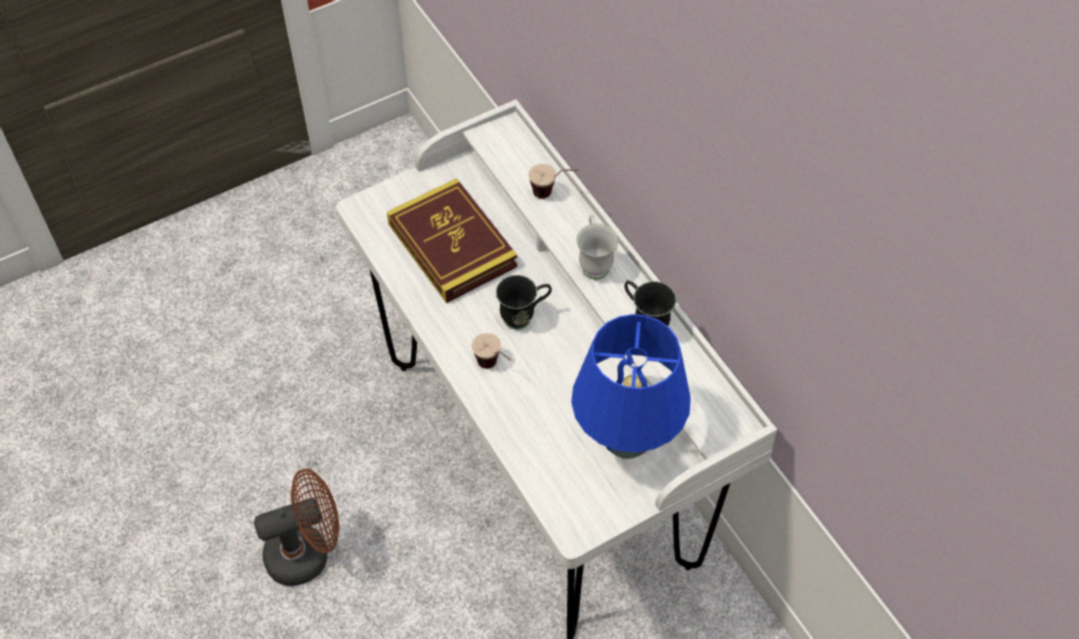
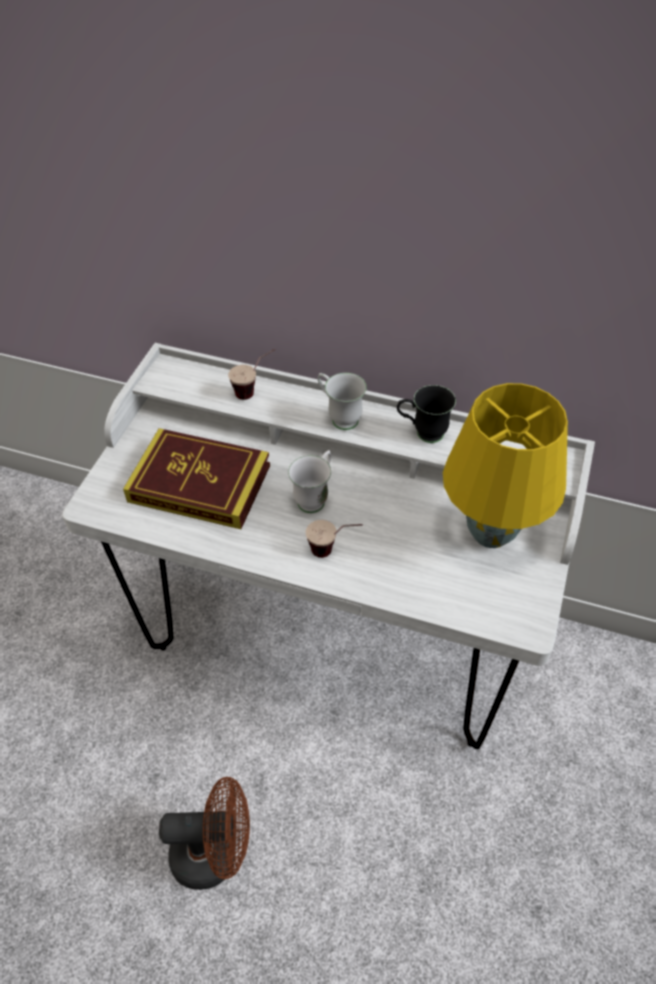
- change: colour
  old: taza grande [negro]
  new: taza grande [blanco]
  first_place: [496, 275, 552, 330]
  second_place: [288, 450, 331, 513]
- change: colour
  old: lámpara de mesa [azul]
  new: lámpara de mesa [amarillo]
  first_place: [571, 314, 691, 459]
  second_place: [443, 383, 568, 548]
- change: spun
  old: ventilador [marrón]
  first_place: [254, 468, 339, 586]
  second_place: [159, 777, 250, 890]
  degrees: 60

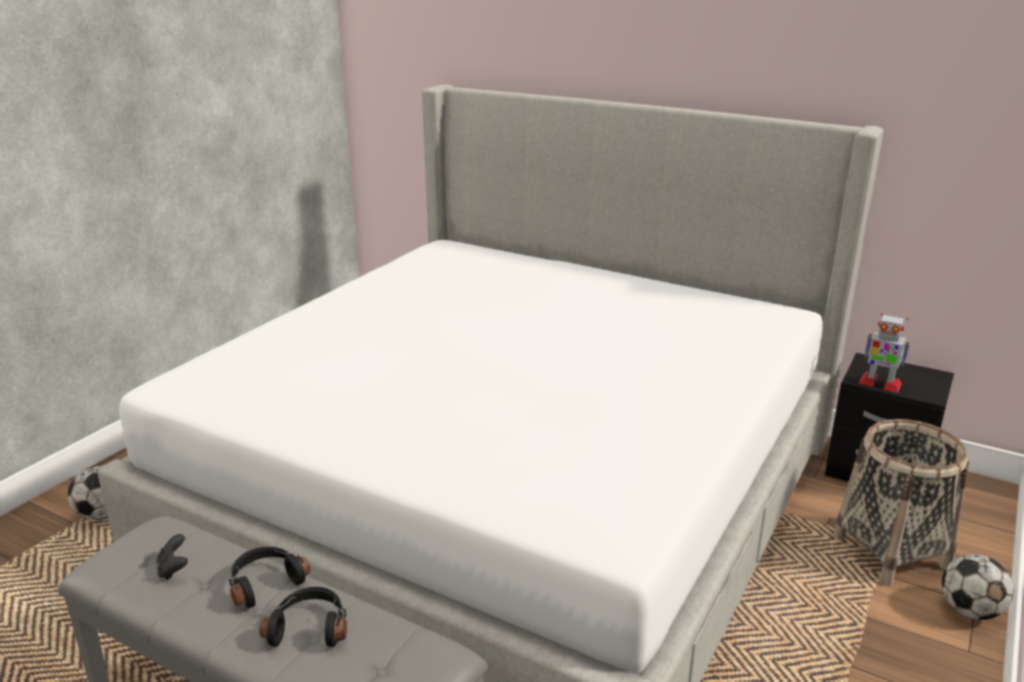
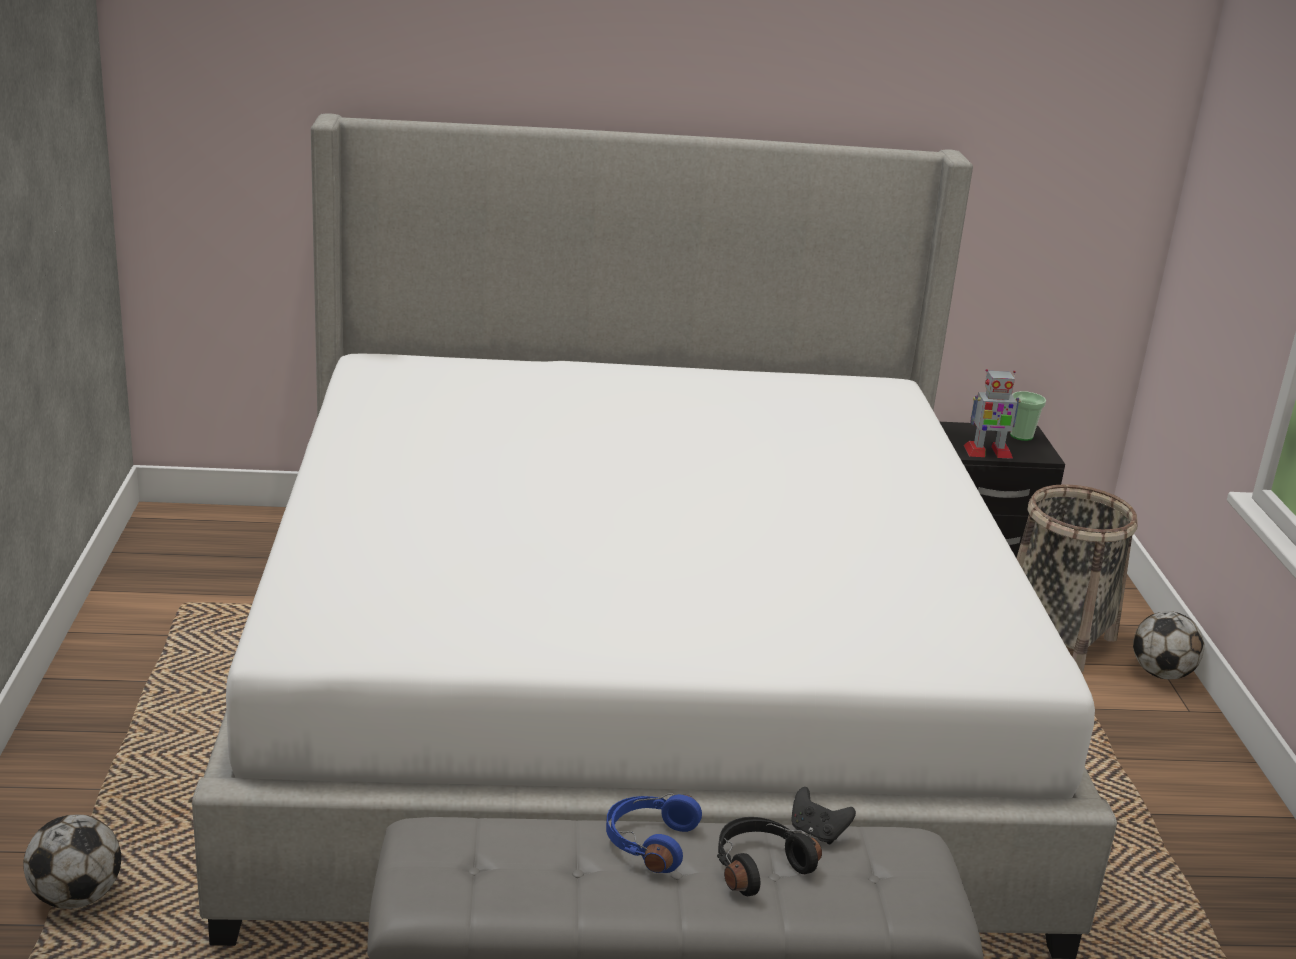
- change: appeared
  new: taza
  second_place: [1010, 391, 1046, 441]
- change: relocated
  old: mando de consola [negro]
  first_place: [157, 534, 188, 580]
  second_place: [791, 787, 856, 844]
- change: colour
  old: auriculares [negro]
  new: auriculares [azul]
  first_place: [229, 547, 310, 608]
  second_place: [606, 793, 702, 873]

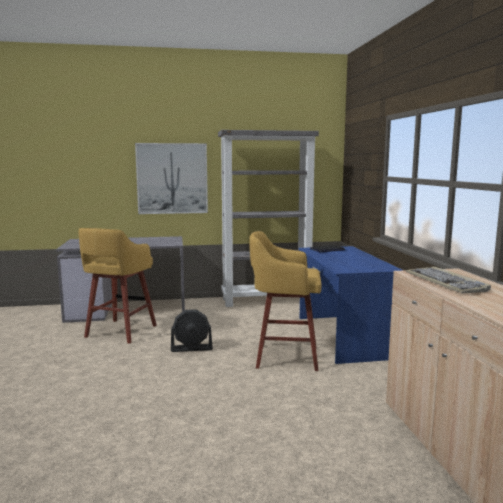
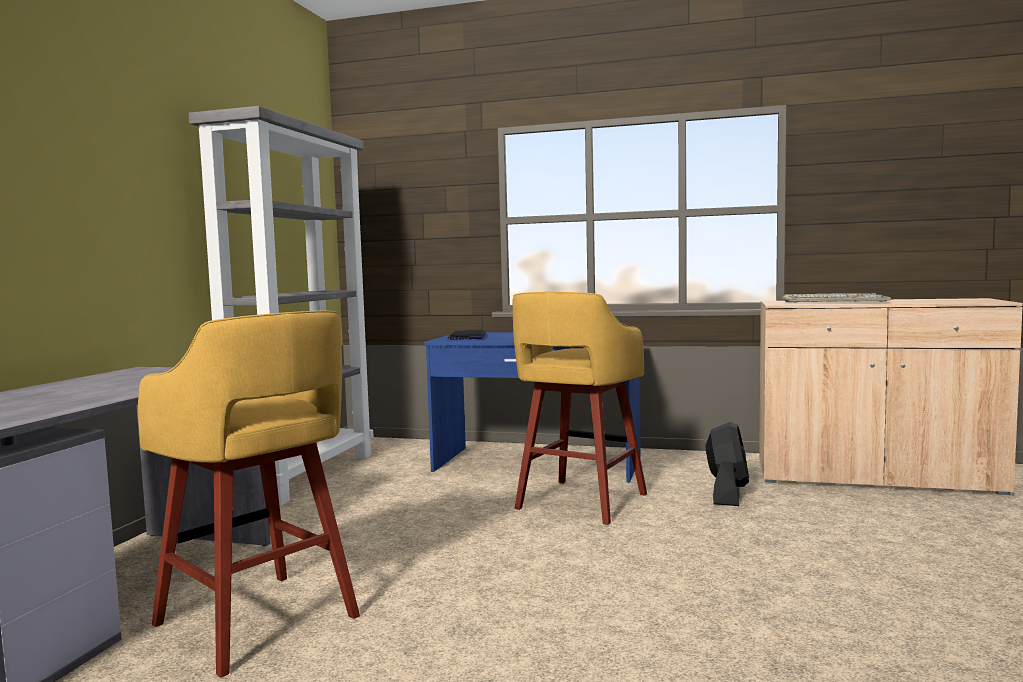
- change: missing
  old: cuadro
  first_place: [135, 143, 208, 214]
- change: relocated
  old: ventilador [negro]
  first_place: [171, 309, 213, 352]
  second_place: [705, 422, 749, 506]

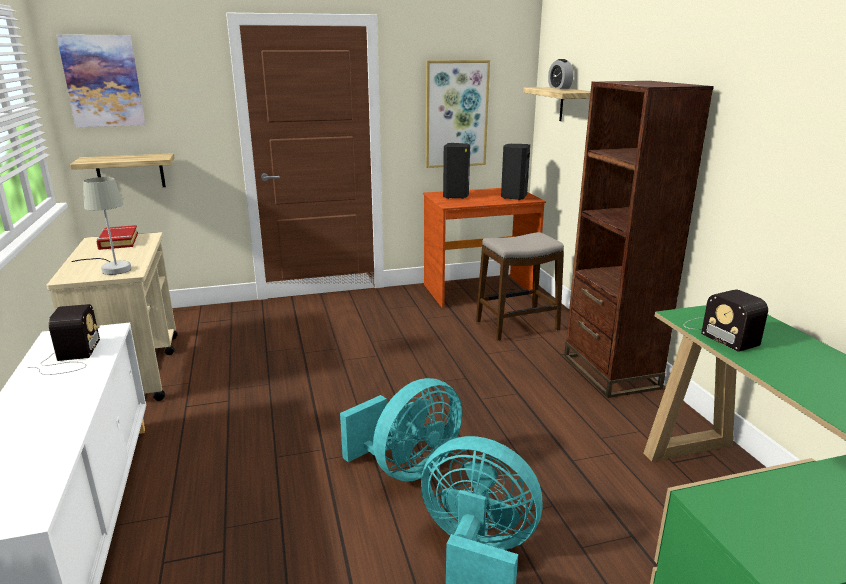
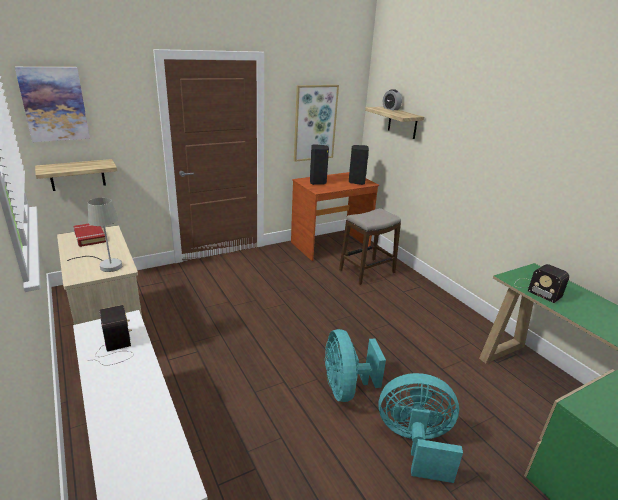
- change: missing
  old: estantería [marrón]
  first_place: [564, 81, 714, 398]
- change: spun
  old: ventilador [turquesa]
  first_place: [340, 378, 463, 482]
  second_place: [325, 329, 386, 402]
  degrees: 135

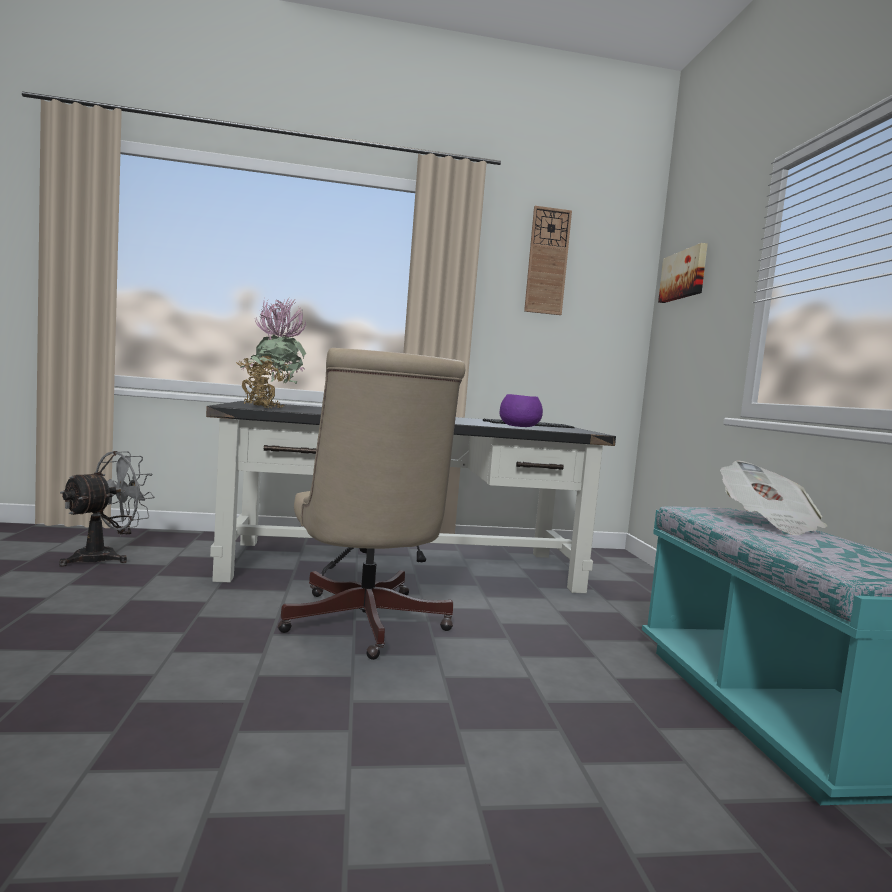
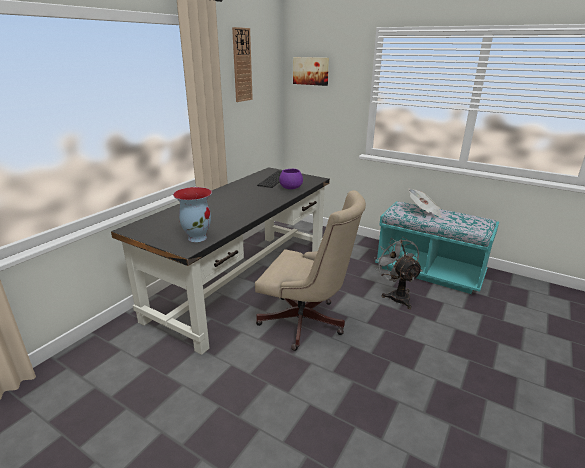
- change: relocated
  old: ventilador [gris]
  first_place: [59, 451, 155, 567]
  second_place: [374, 237, 423, 309]
- change: exchanged
  old: planta en maceta
  new: florero
  first_place: [236, 298, 306, 409]
  second_place: [173, 187, 212, 242]

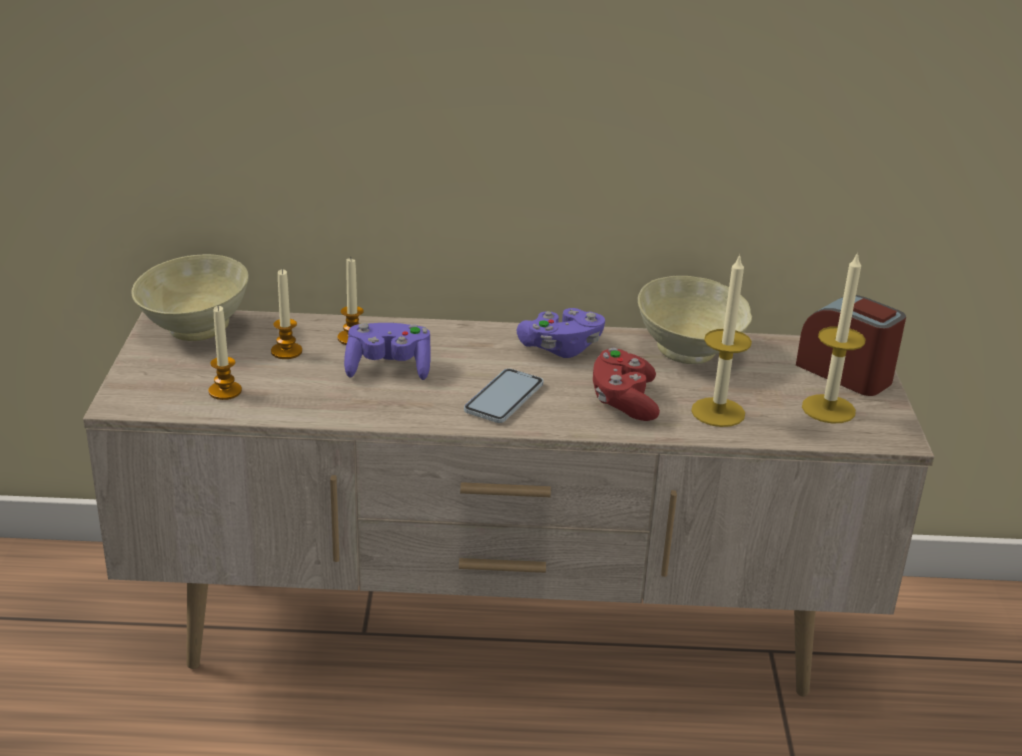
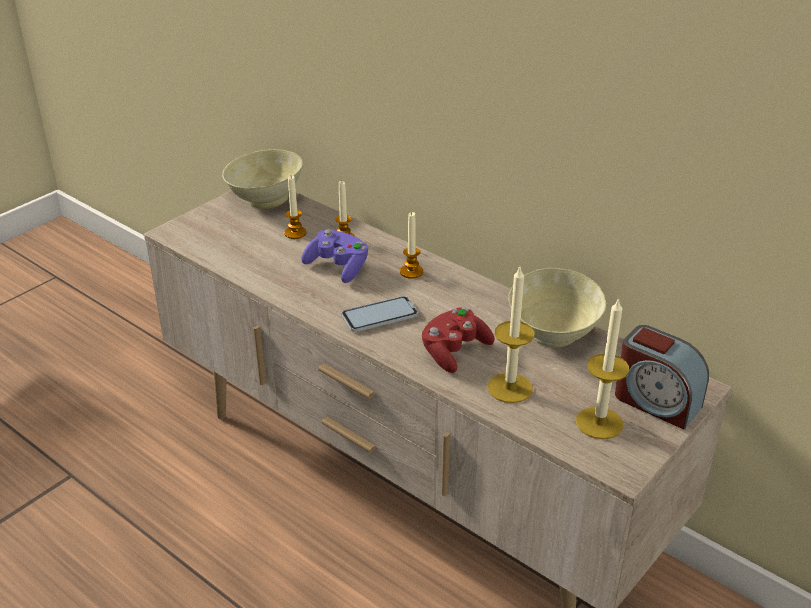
- change: missing
  old: mando de consola [morado]
  first_place: [517, 308, 605, 358]
- change: relocated
  old: vela
  first_place: [208, 306, 242, 400]
  second_place: [400, 212, 423, 279]
- change: spun
  old: despertador
  first_place: [796, 295, 906, 396]
  second_place: [615, 325, 709, 430]
  degrees: 135

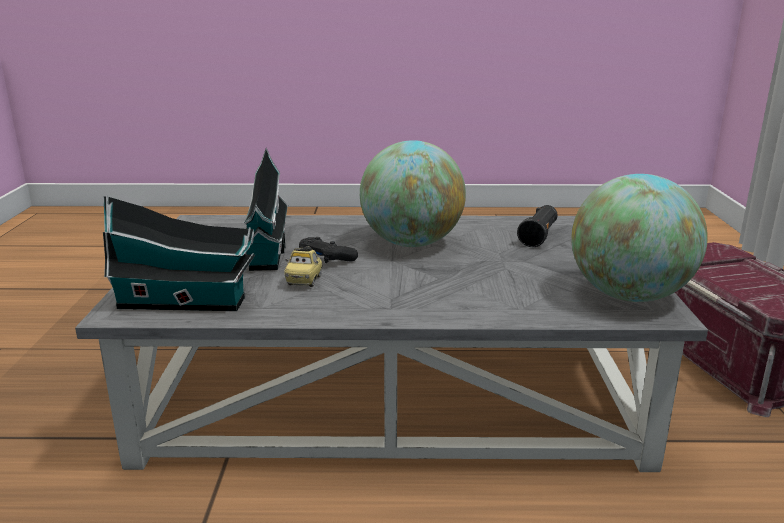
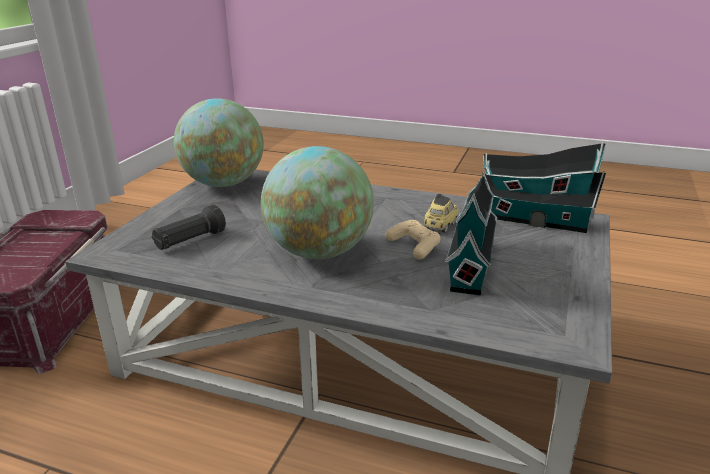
- change: colour
  old: mando de consola [negro]
  new: mando de consola [beis]
  first_place: [299, 237, 358, 263]
  second_place: [386, 220, 440, 260]

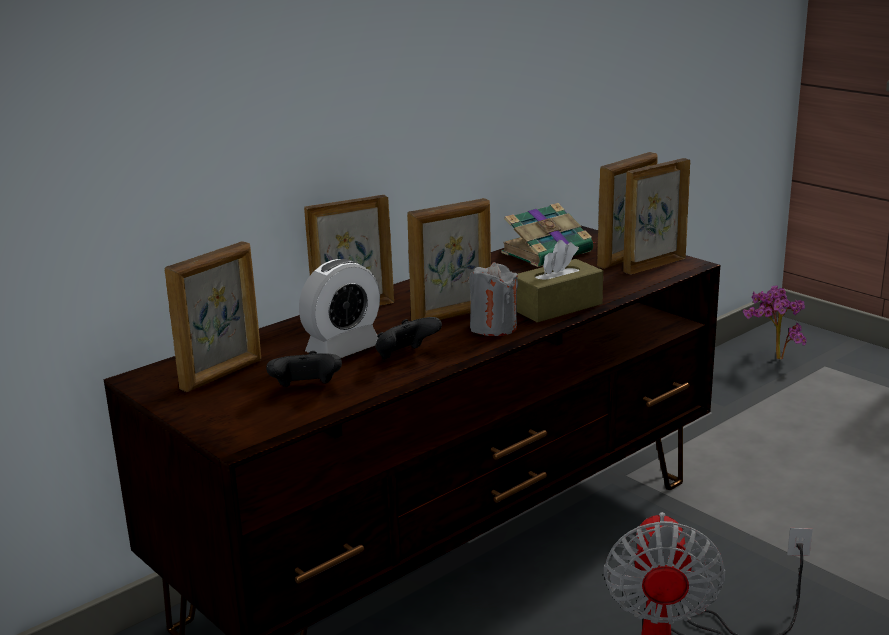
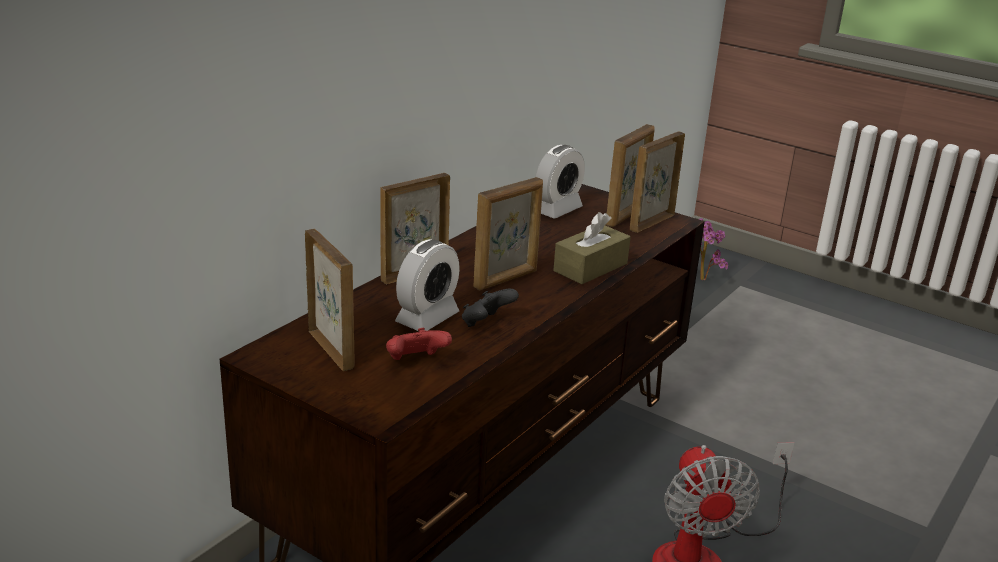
- change: missing
  old: vela [gris]
  first_place: [469, 262, 518, 336]
- change: exchanged
  old: libro
  new: despertador
  first_place: [501, 203, 596, 267]
  second_place: [536, 145, 585, 218]
- change: colour
  old: mando de consola [negro]
  new: mando de consola [rojo]
  first_place: [266, 351, 342, 387]
  second_place: [386, 328, 452, 360]
- change: spun
  old: portarretratos
  first_place: [165, 241, 261, 392]
  second_place: [305, 229, 355, 371]
  degrees: -60

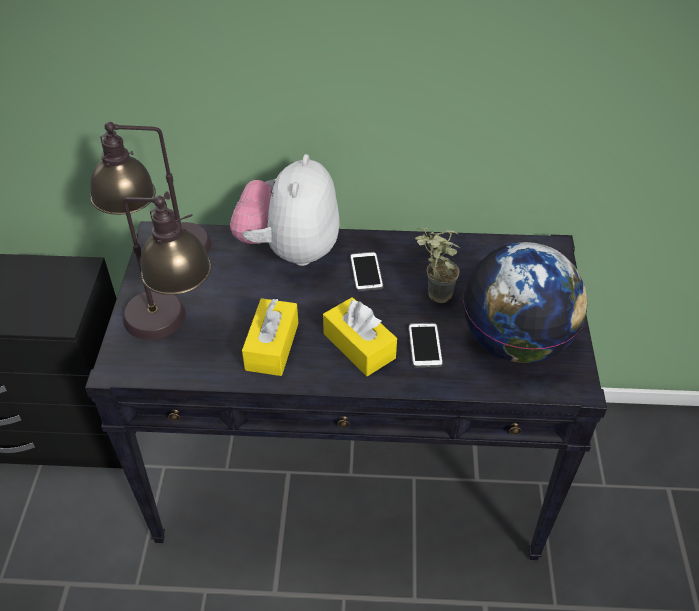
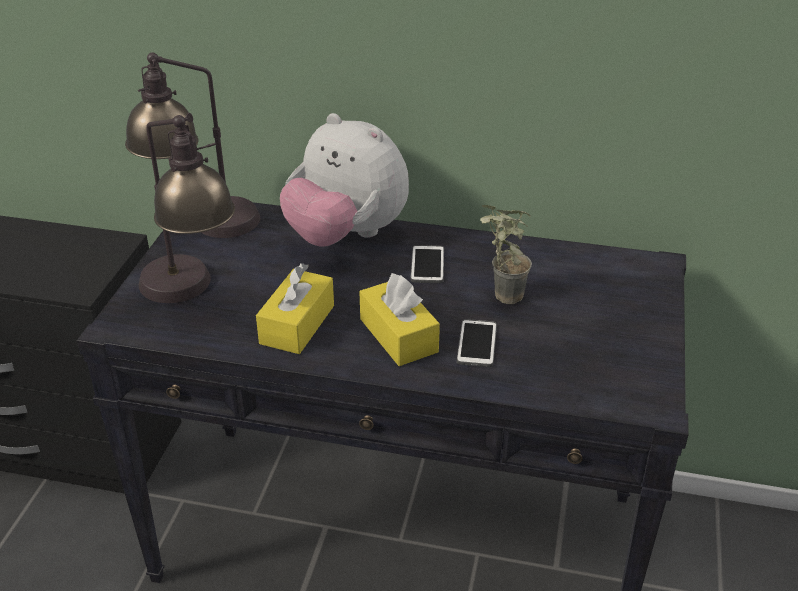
- change: missing
  old: globo terráqueo
  first_place: [463, 242, 587, 363]
- change: spun
  old: peluche
  first_place: [230, 154, 339, 266]
  second_place: [280, 113, 409, 247]
  degrees: -75

